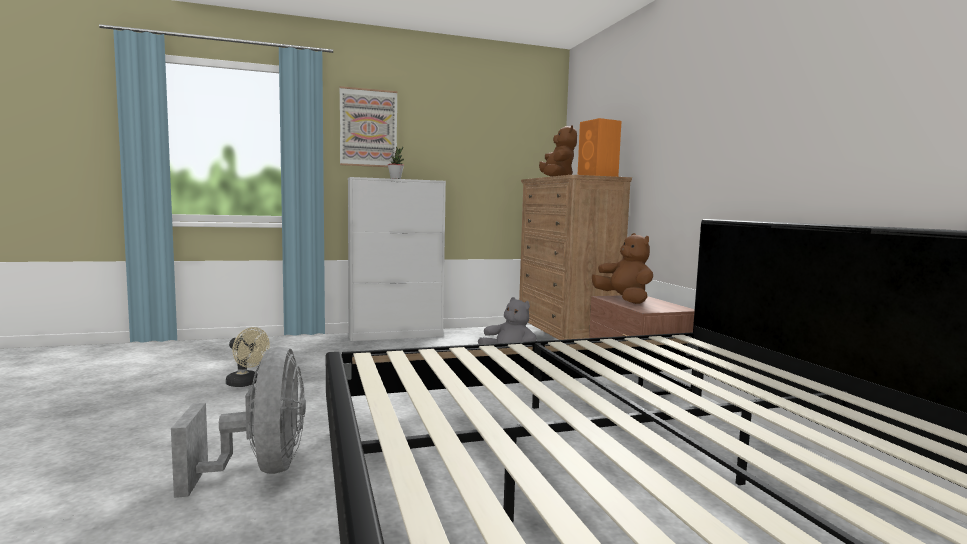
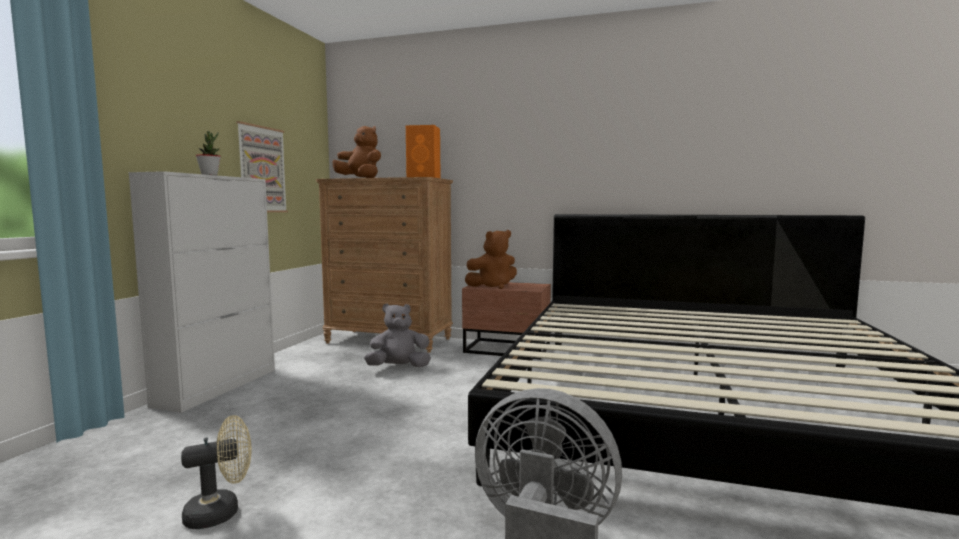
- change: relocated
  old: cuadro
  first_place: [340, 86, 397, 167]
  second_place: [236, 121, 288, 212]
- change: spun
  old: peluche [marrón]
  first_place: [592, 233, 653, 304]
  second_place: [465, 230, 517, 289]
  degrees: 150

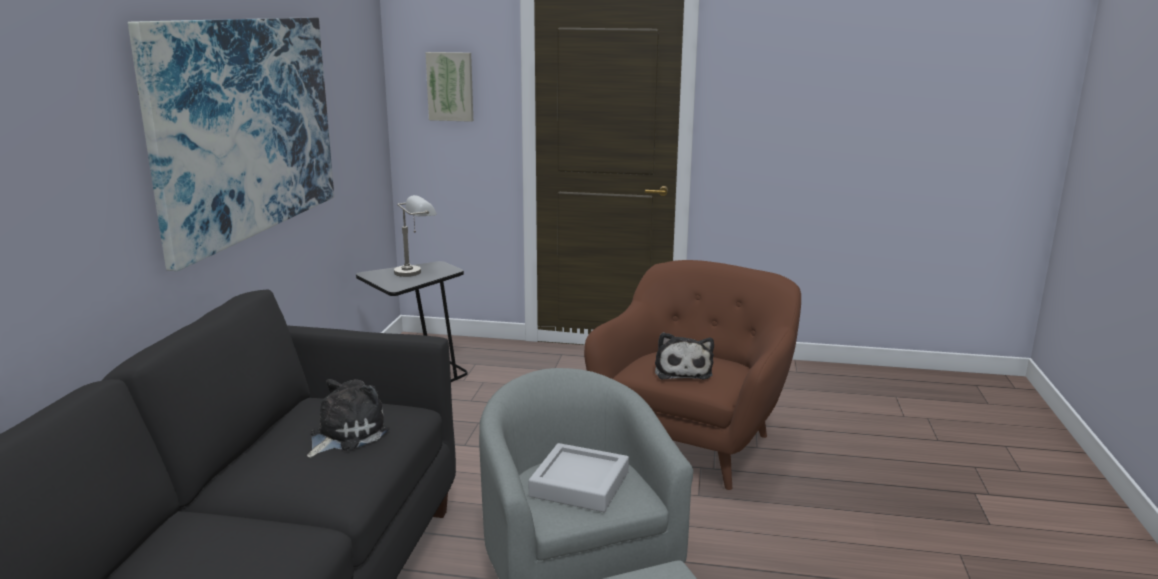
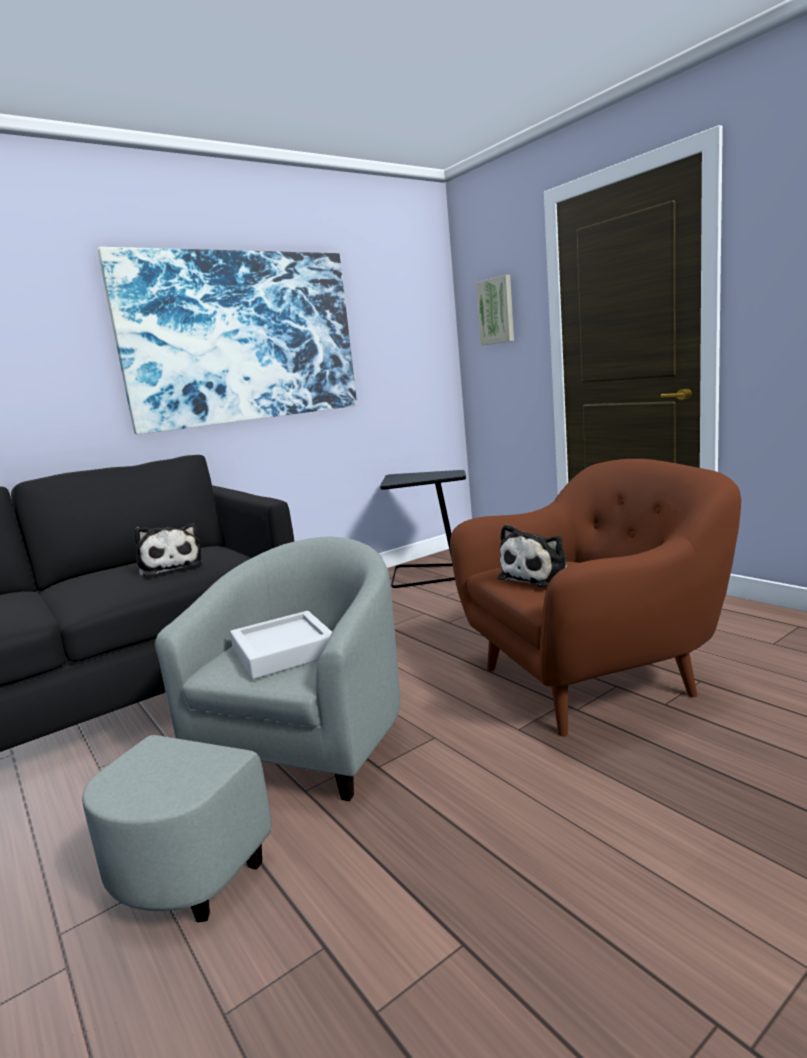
- change: missing
  old: lámpara de mesa [gris]
  first_place: [394, 195, 437, 277]
- change: spun
  old: peluche
  first_place: [307, 379, 390, 458]
  second_place: [134, 523, 203, 577]
  degrees: 75

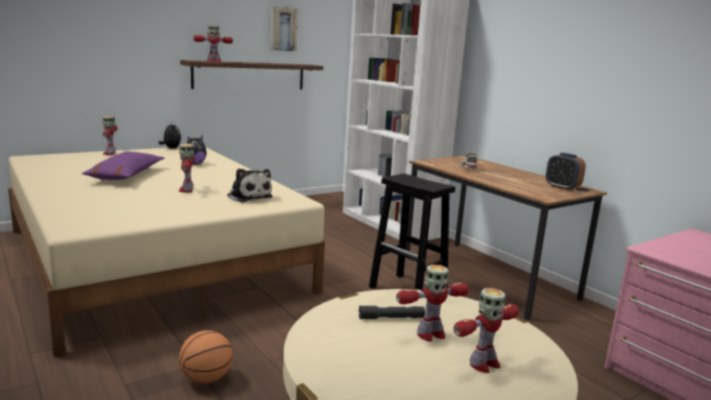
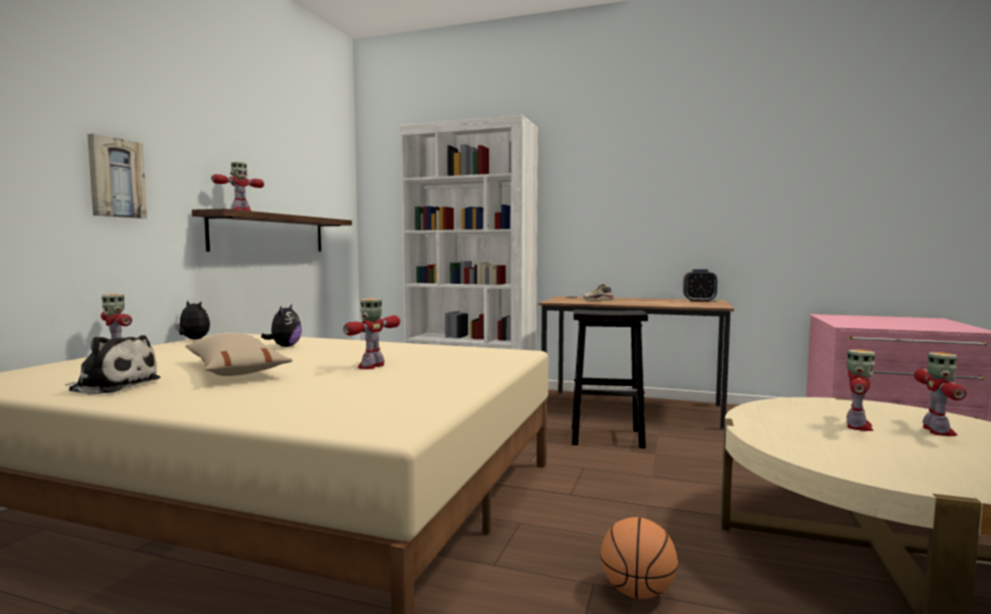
- change: missing
  old: linterna [gris]
  first_place: [359, 306, 425, 319]
- change: relocated
  old: peluche
  first_place: [227, 168, 272, 202]
  second_place: [65, 335, 160, 395]
- change: relocated
  old: cuadro
  first_place: [271, 6, 298, 51]
  second_place: [87, 134, 147, 219]
- change: colour
  old: cojín [morado]
  new: cojín [beis]
  first_place: [82, 152, 164, 180]
  second_place: [185, 333, 293, 376]
- change: spun
  old: robot de juguete
  first_place: [178, 144, 195, 193]
  second_place: [343, 298, 400, 369]
  degrees: 75

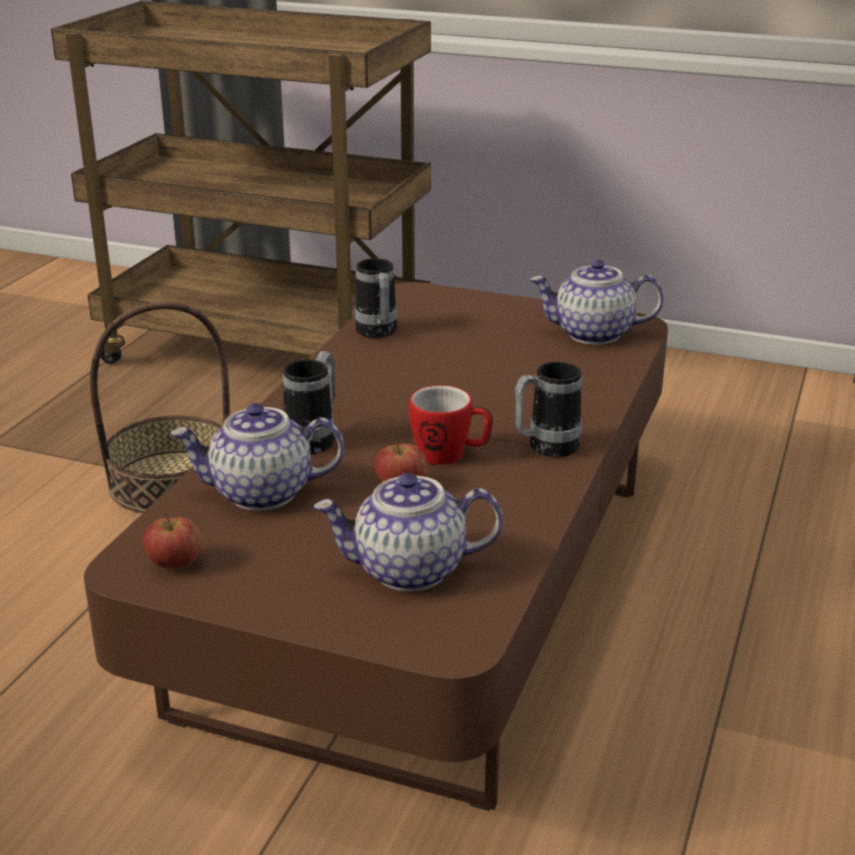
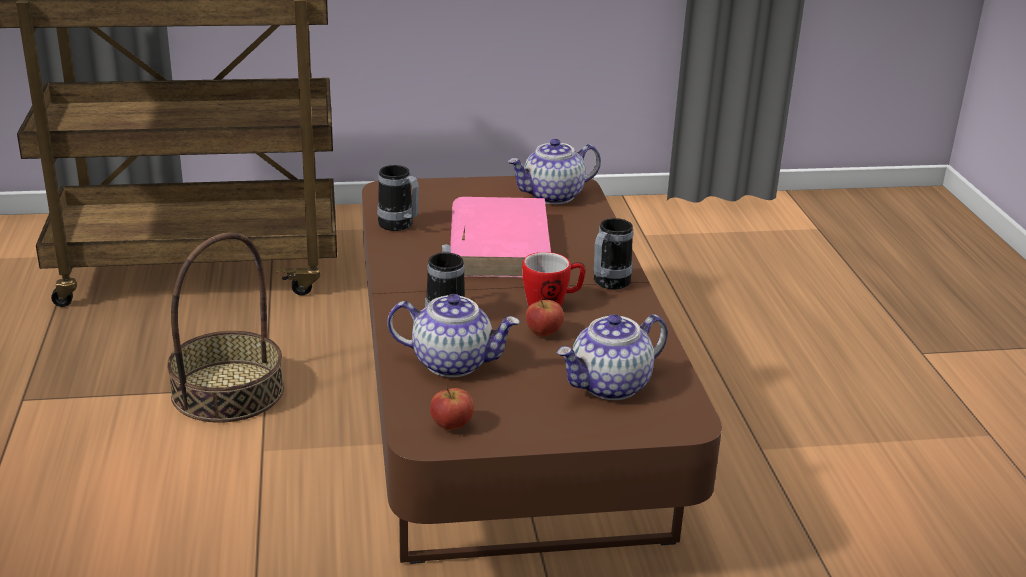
- change: appeared
  new: libro [rosa]
  second_place: [450, 197, 551, 278]
- change: spun
  old: tetera
  first_place: [170, 403, 345, 511]
  second_place: [387, 294, 520, 377]
  degrees: -135

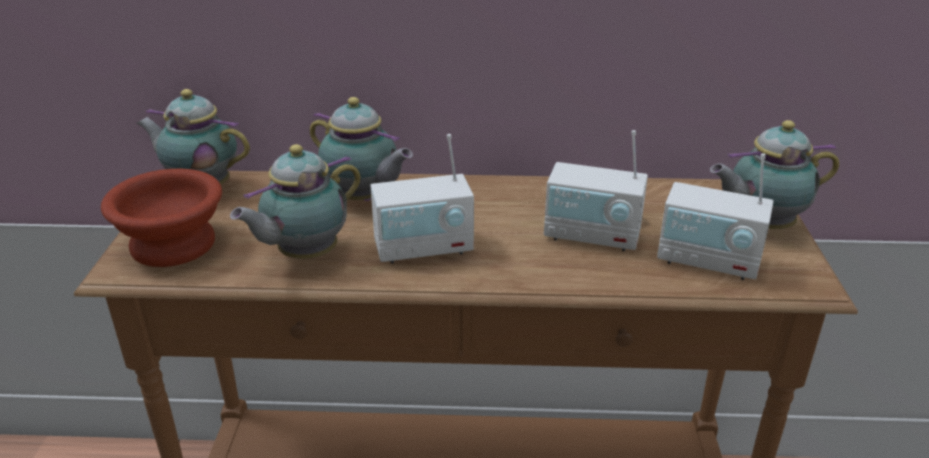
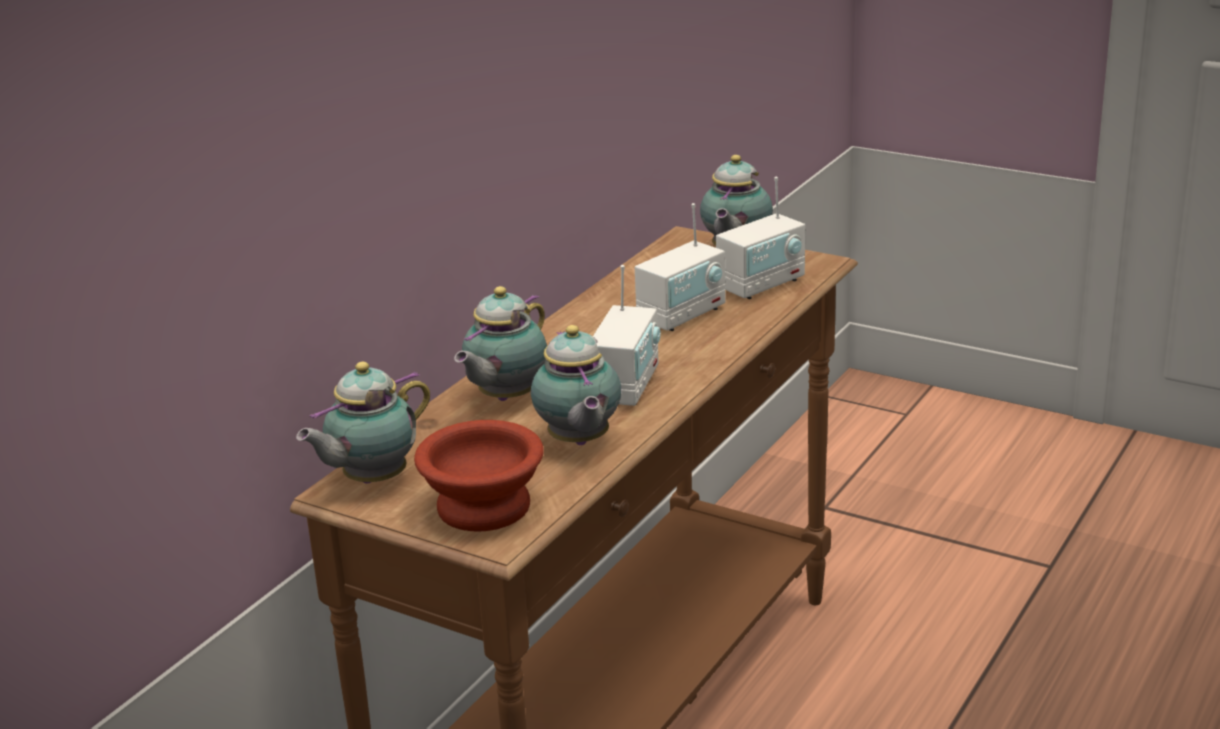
- change: spun
  old: tetera
  first_place: [310, 97, 413, 201]
  second_place: [454, 286, 547, 401]
  degrees: 150

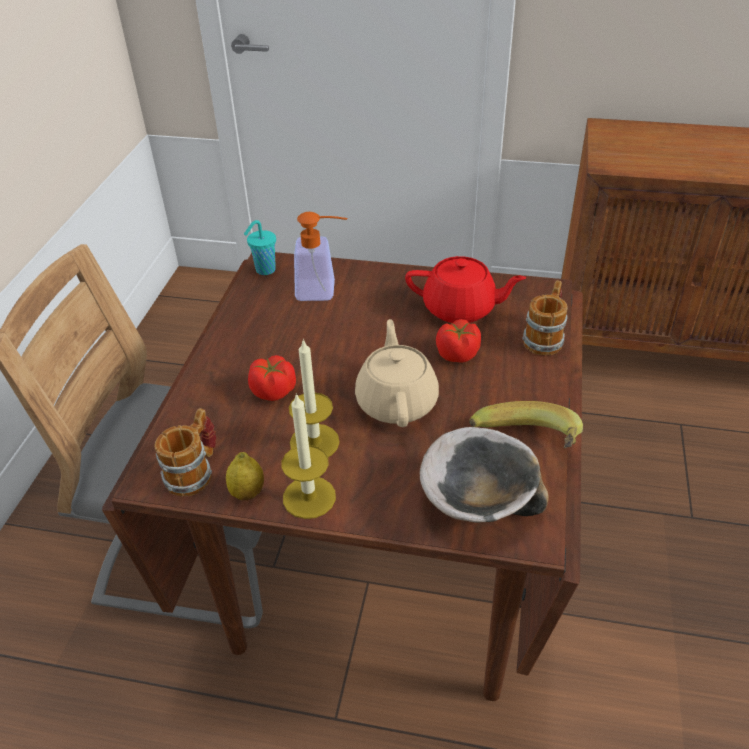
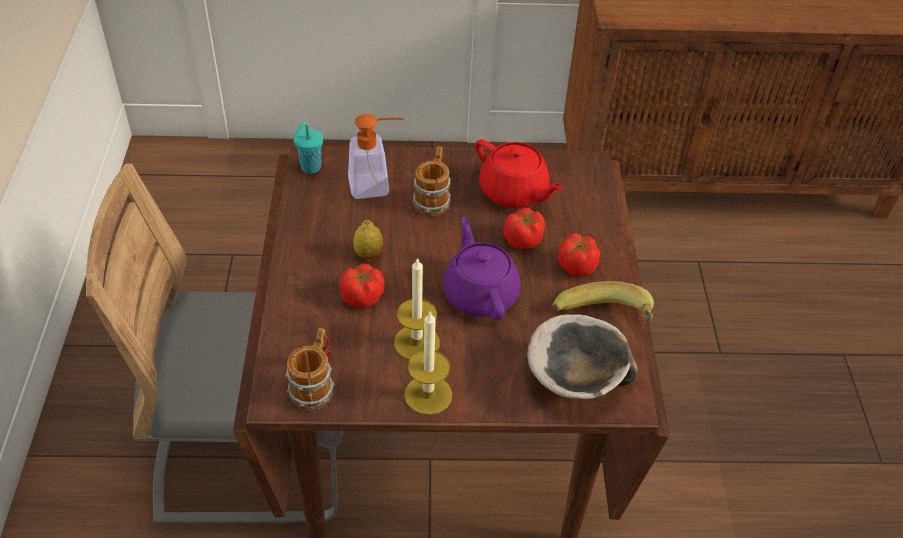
- change: appeared
  new: tomate
  second_place: [558, 233, 600, 277]
- change: relocated
  old: limón
  first_place: [226, 452, 264, 500]
  second_place: [353, 220, 383, 259]
- change: relocated
  old: taza grande
  first_place: [522, 280, 568, 356]
  second_place: [413, 146, 451, 216]
- change: colour
  old: tetera [beis]
  new: tetera [morado]
  first_place: [355, 319, 439, 427]
  second_place: [443, 217, 520, 320]
- change: spun
  old: tetera [rojo]
  first_place: [405, 256, 526, 323]
  second_place: [475, 139, 564, 208]
  degrees: 45

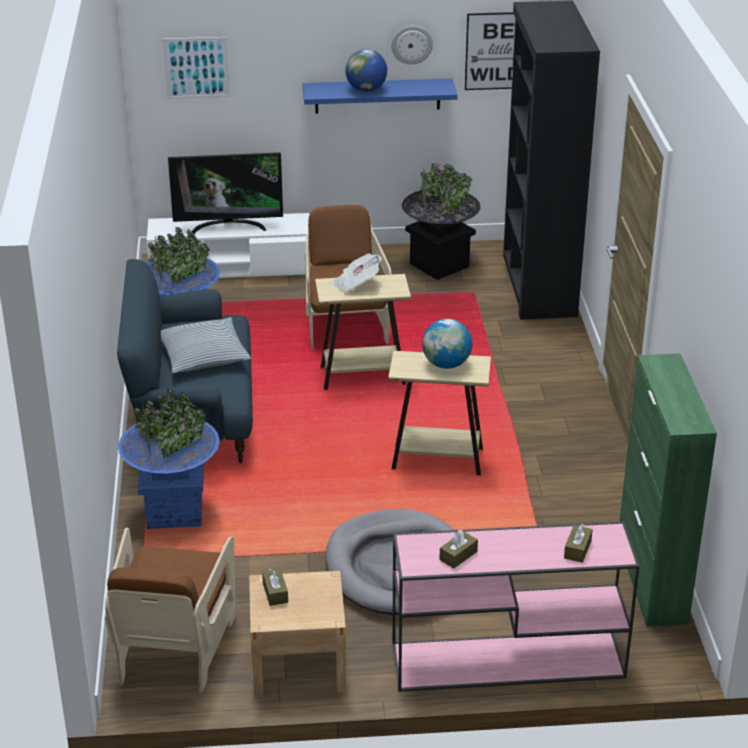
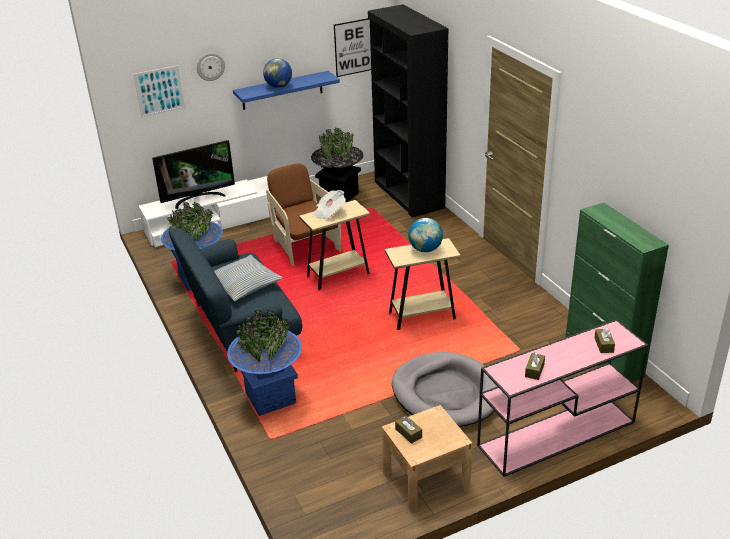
- change: missing
  old: sillón [marrón]
  first_place: [105, 528, 236, 693]
- change: relocated
  old: reloj de pared
  first_place: [391, 25, 433, 65]
  second_place: [197, 53, 225, 81]

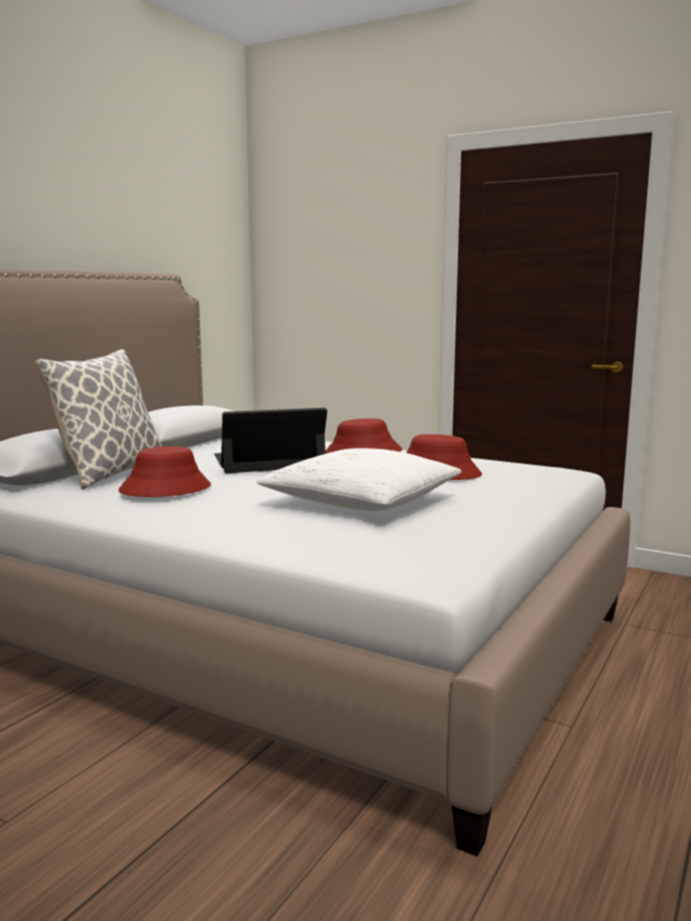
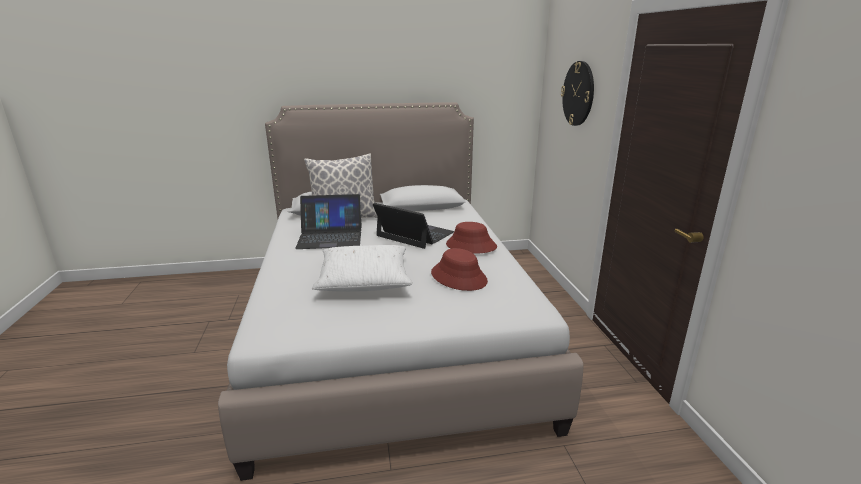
- change: appeared
  new: reloj de pared
  second_place: [561, 61, 594, 126]
- change: exchanged
  old: sombrero [rojo]
  new: portátil
  first_place: [118, 446, 211, 497]
  second_place: [295, 194, 362, 249]

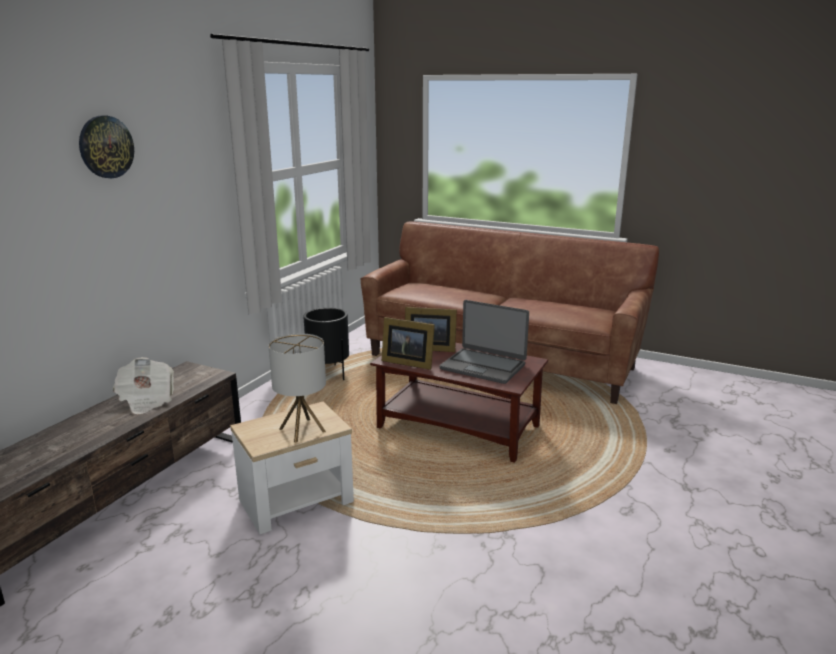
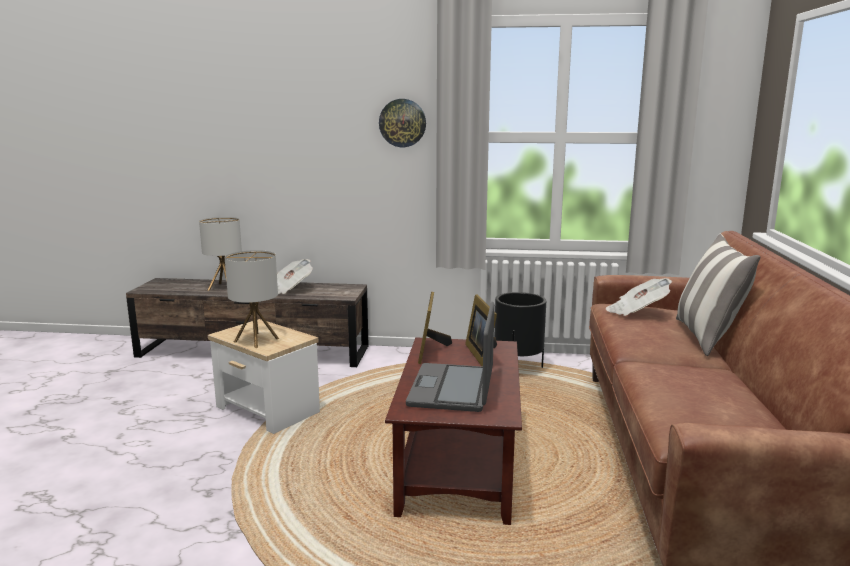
- change: appeared
  new: lámpara de mesa
  second_place: [199, 217, 242, 290]
- change: appeared
  new: periódico
  second_place: [606, 278, 672, 316]
- change: appeared
  new: cojín
  second_place: [676, 234, 760, 356]
- change: relocated
  old: reloj de pared
  first_place: [79, 116, 134, 178]
  second_place: [379, 99, 426, 147]

